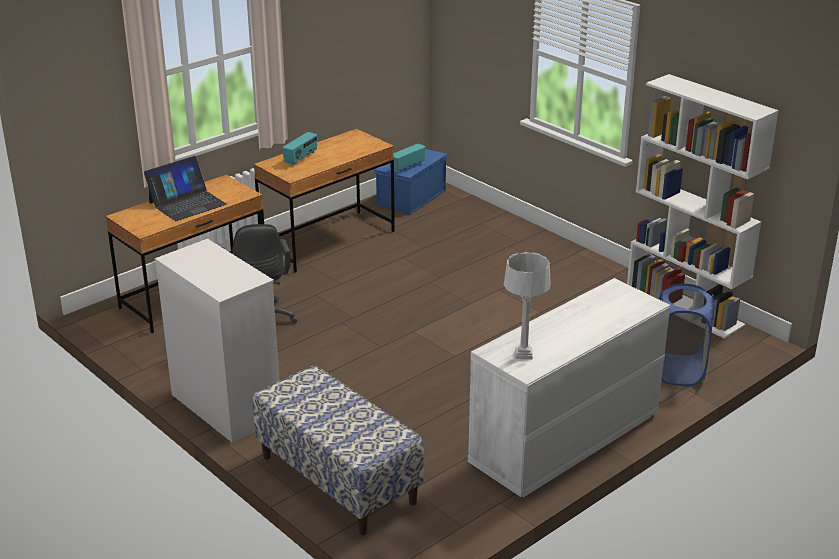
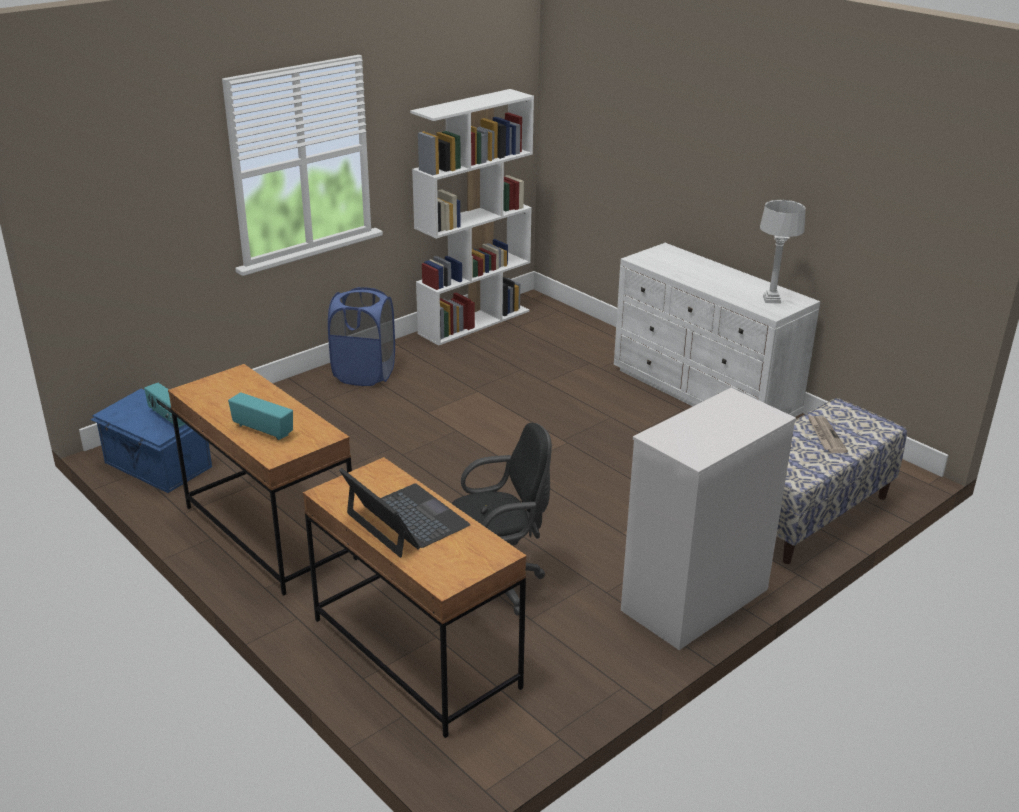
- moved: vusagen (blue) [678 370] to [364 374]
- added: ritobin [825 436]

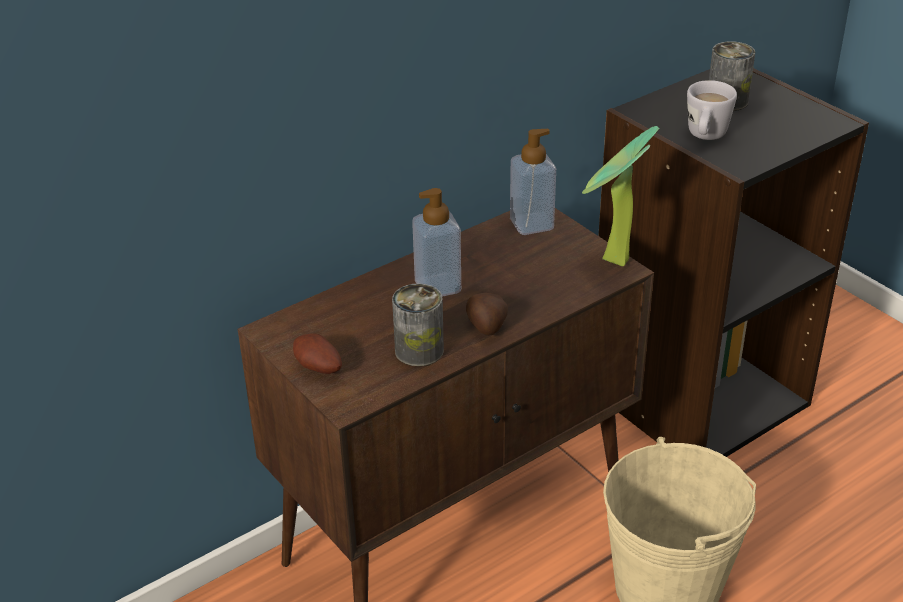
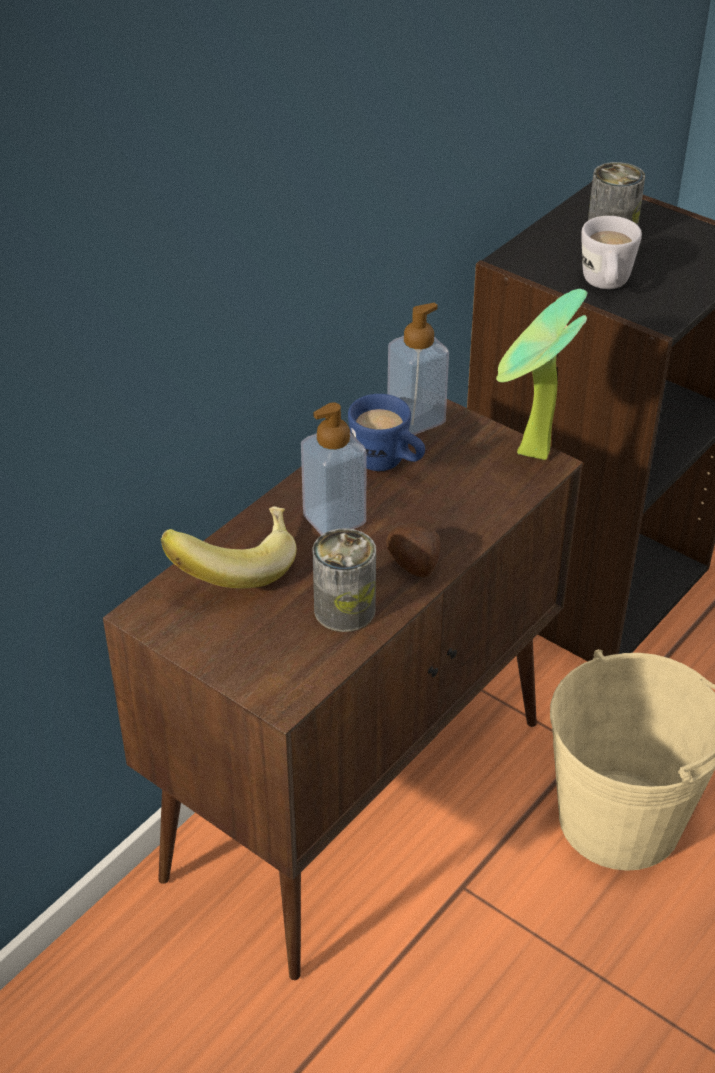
- removed: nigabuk [317 368]
- added: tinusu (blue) [388 464]
- added: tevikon [235 566]

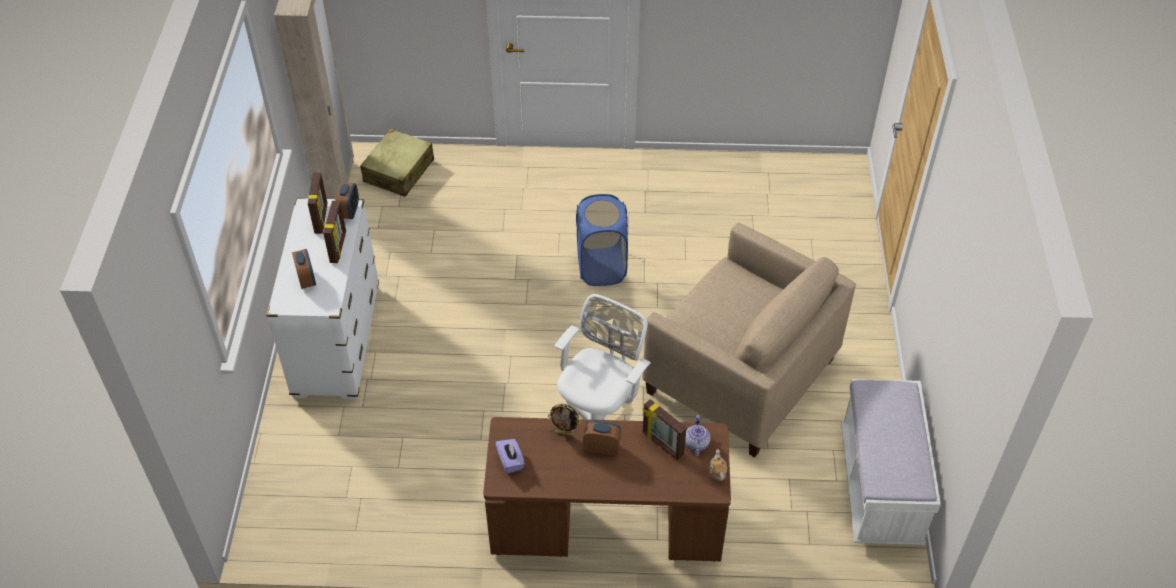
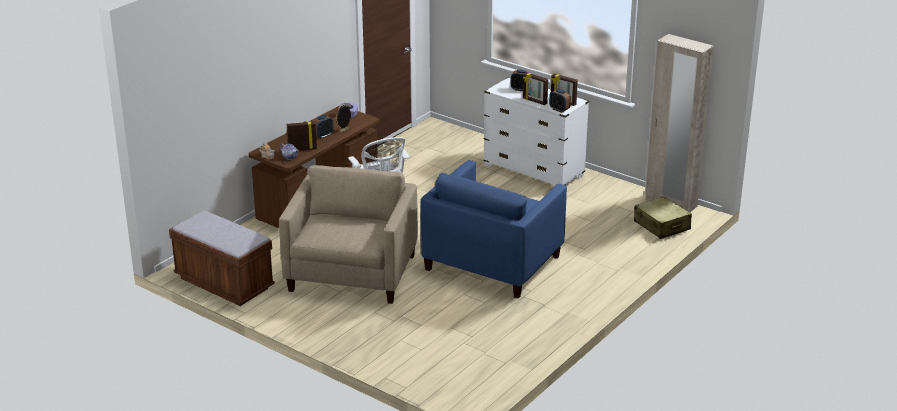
- replaced: vusagen (blue) [601 267] to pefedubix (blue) [493 263]
- turned: pefedubix (beige) [739 375] = [352 273] 120 degrees clockwise
- recoloured: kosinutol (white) [880 486] to kosinutol (brown) [224 283]

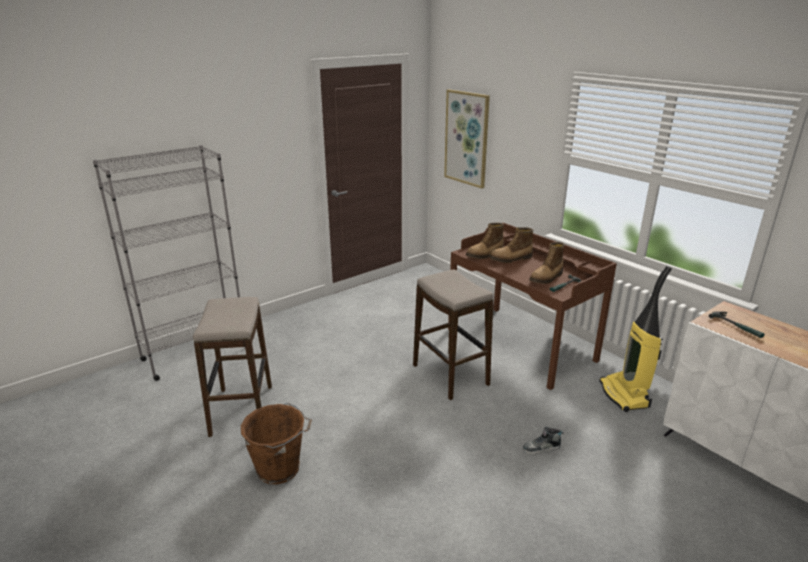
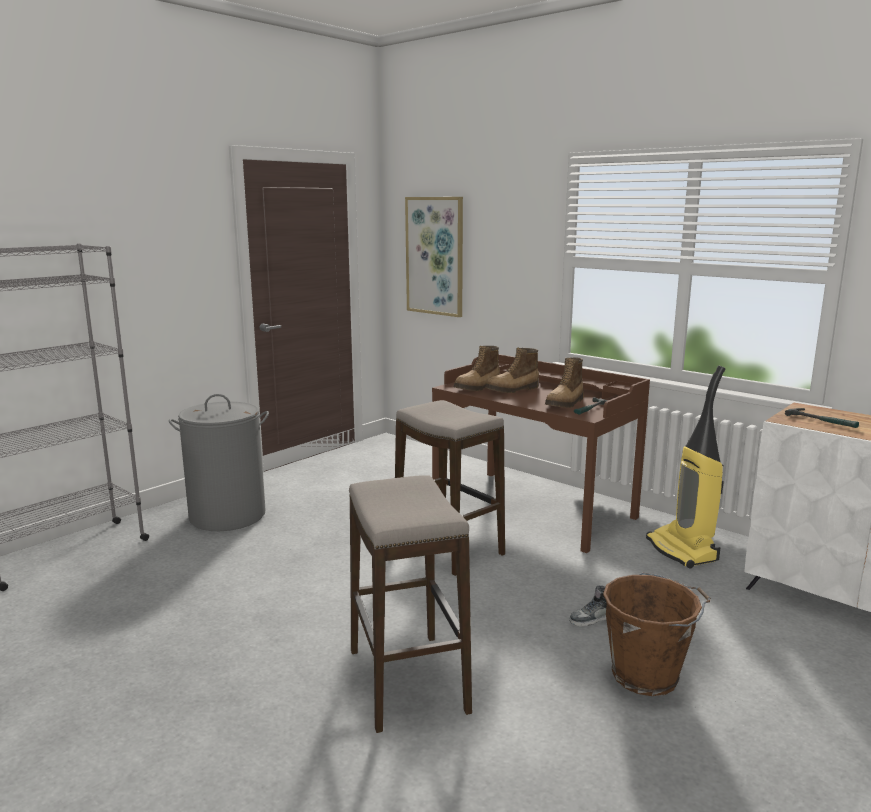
- moved: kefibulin [242 410] to [407 681]
- moved: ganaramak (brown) [280 469] to [647 675]
- added: vusagen (grey) [228 515]

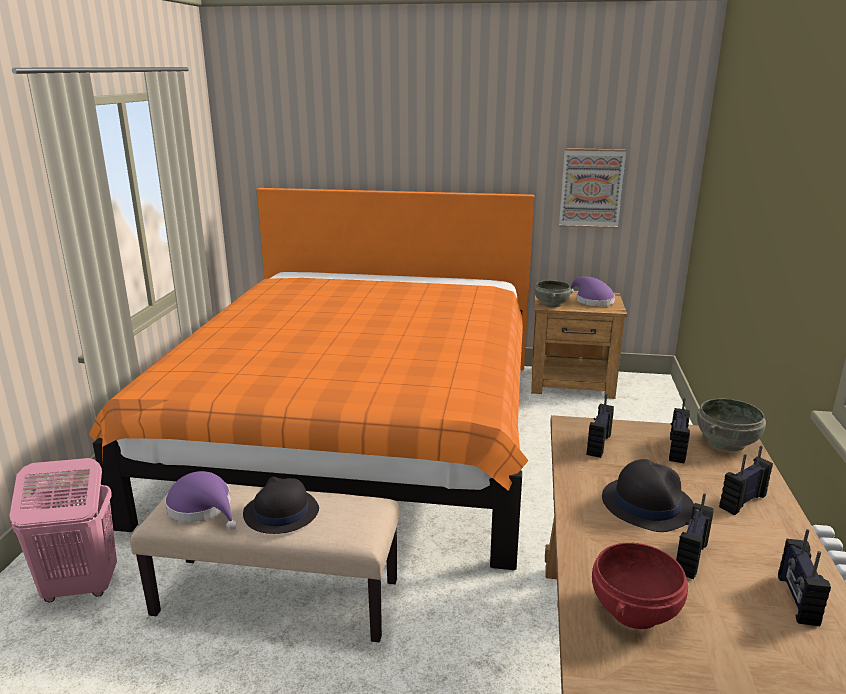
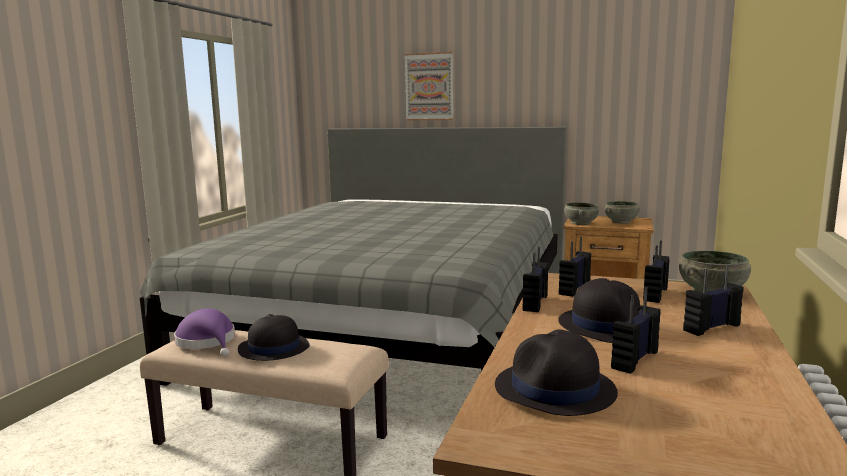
- moved: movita [591 188] to [429 87]
- recoloured: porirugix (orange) [359 432] to porirugix (grey) [391 329]
- replaced: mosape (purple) [592 301] to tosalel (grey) [621 222]
- removed: vusagen (pink) [80 588]
- moved: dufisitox [796 599] to [534 303]
- replaced: tosalel (red) [635 611] to mosape (black) [554 390]

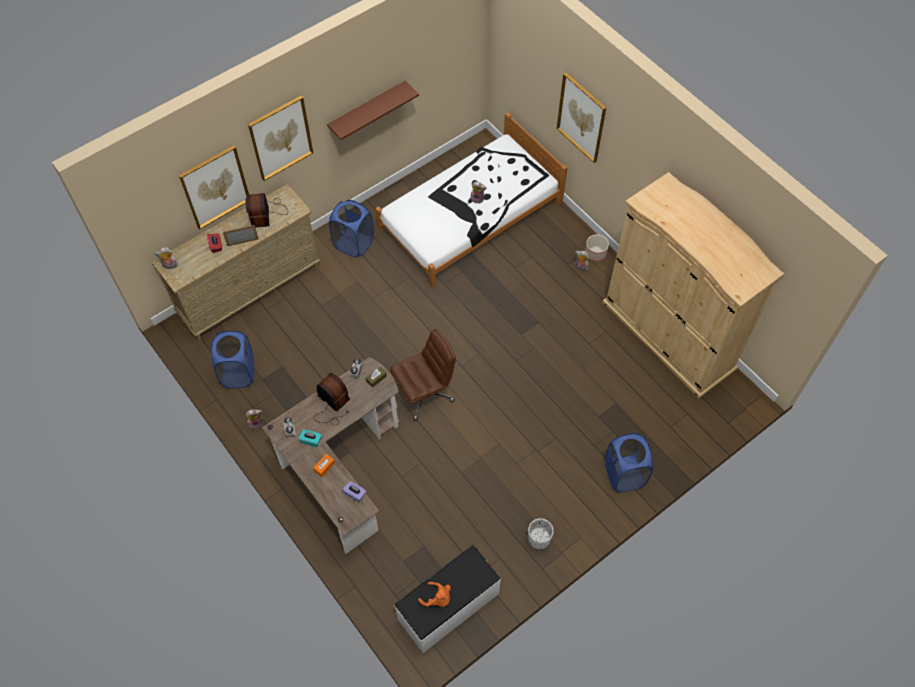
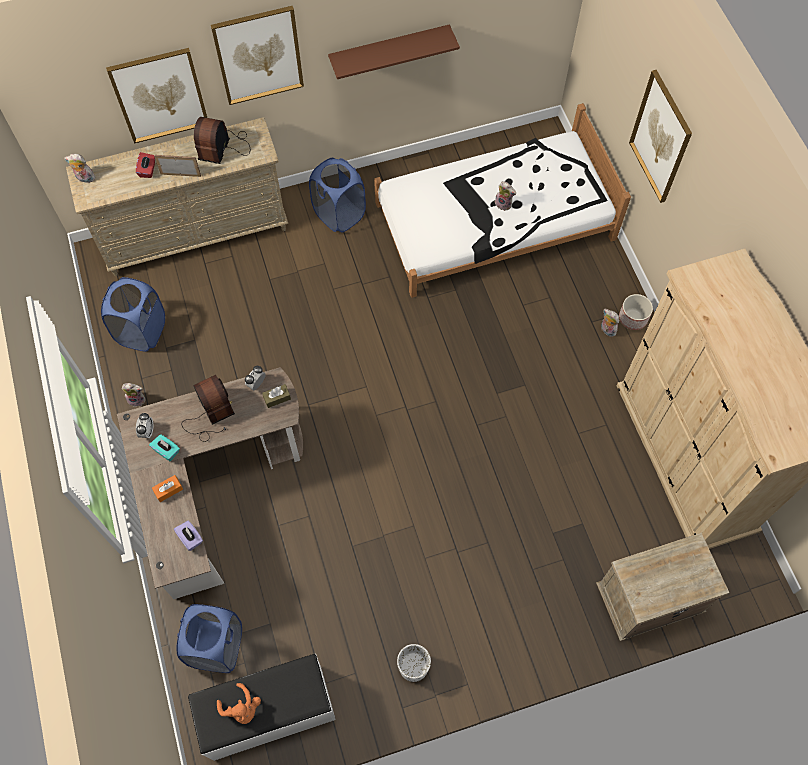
- removed: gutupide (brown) [424 393]
- moved: vusagen (blue) [624 474] to [217 647]
- added: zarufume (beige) [646 601]

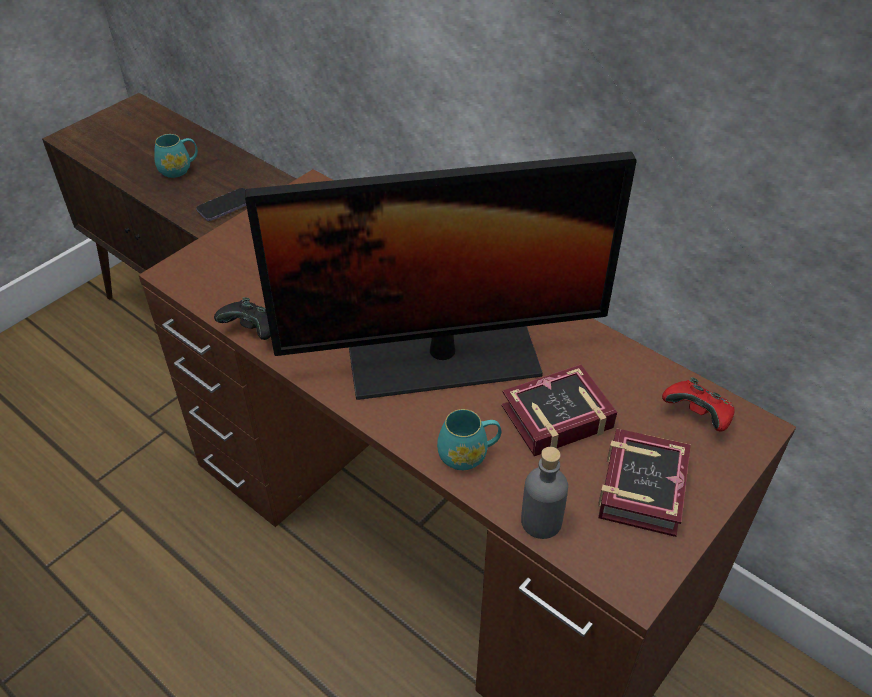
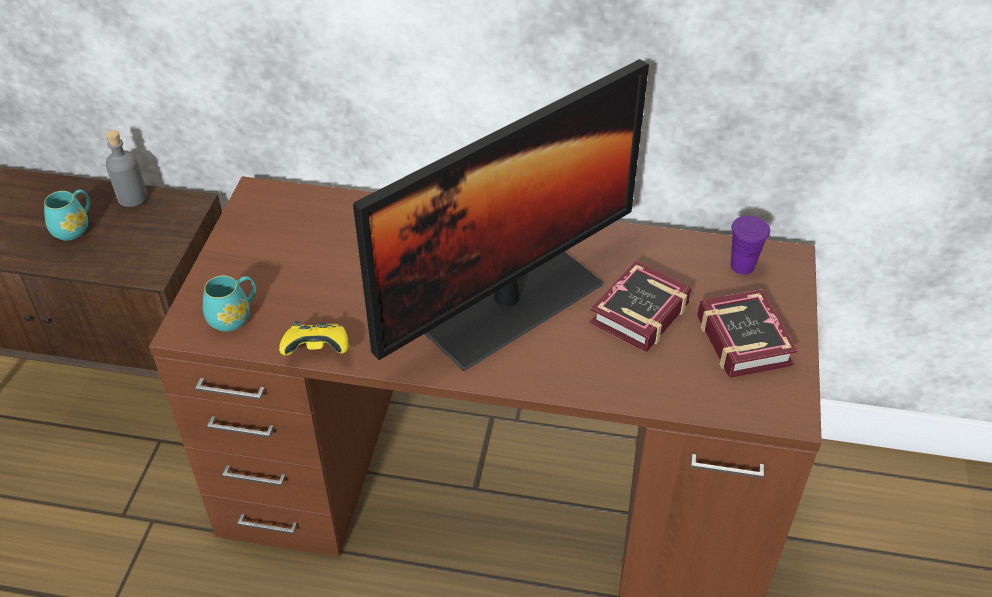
- removed: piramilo [226 206]
- recoloured: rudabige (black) [254 330] to rudabige (yellow) [317 350]
- replaced: rudabige (red) [698 415] to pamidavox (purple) [742 266]
- moved: tinusu (turquoise) [468 454] to [234 316]
- moved: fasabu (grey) [541 521] to [132 197]

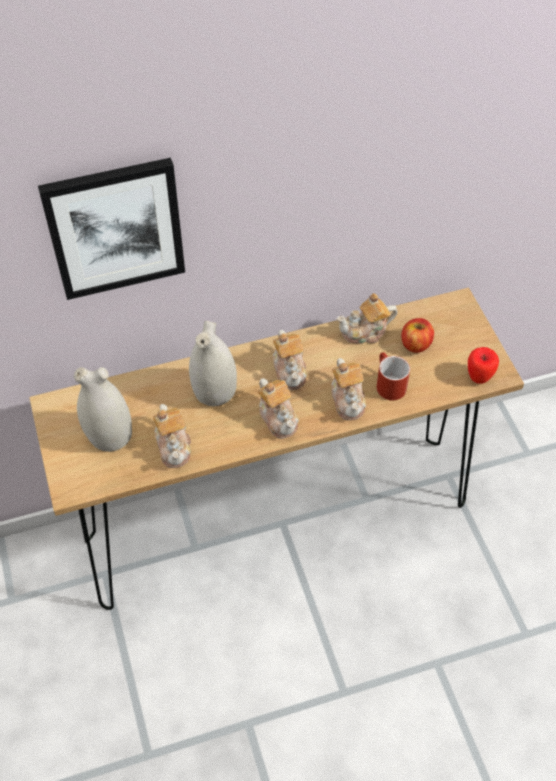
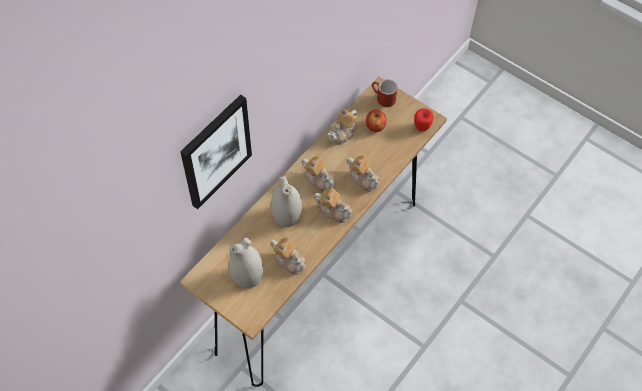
- moved: tinusu (red) [387 384] to [382 98]

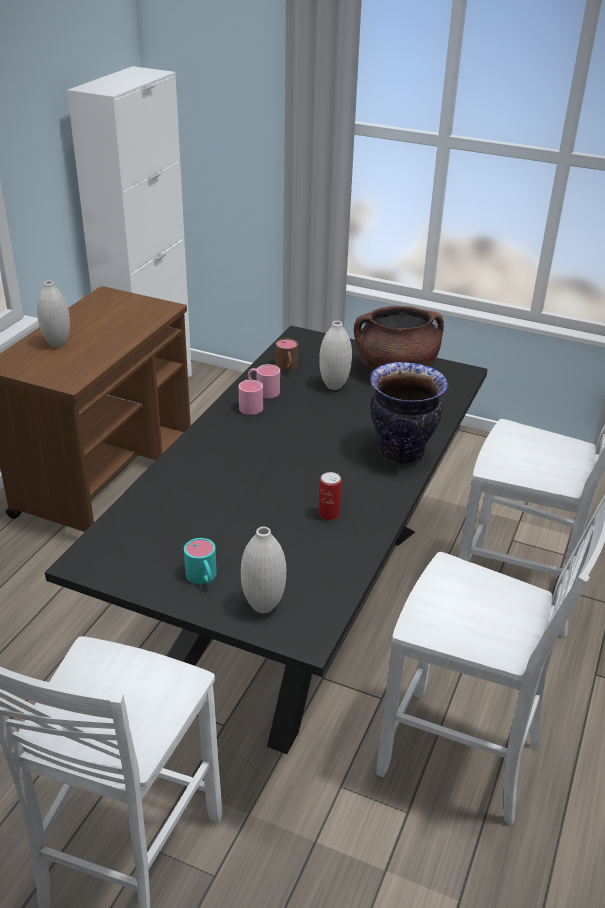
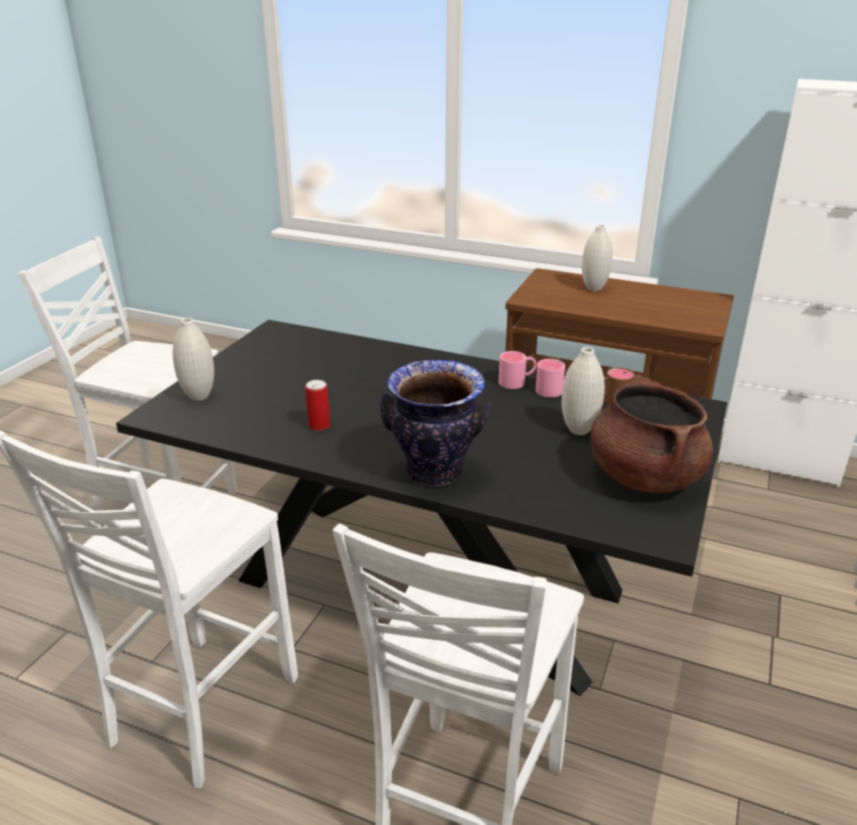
- removed: tinusu (turquoise) [203 578]

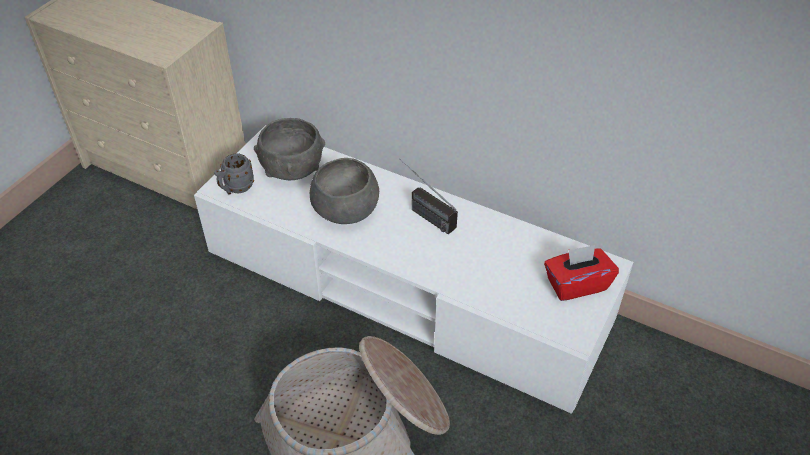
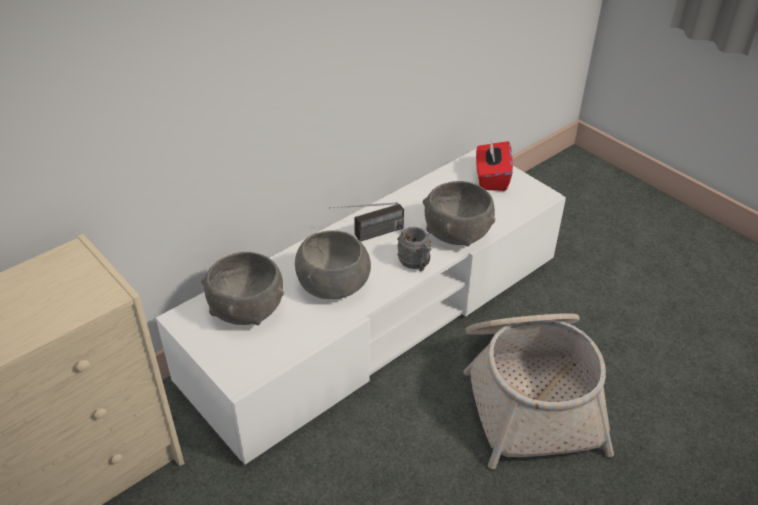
- moved: tinusu (grey) [236 188] to [416 264]
- added: tosalel (grey) [457 233]

